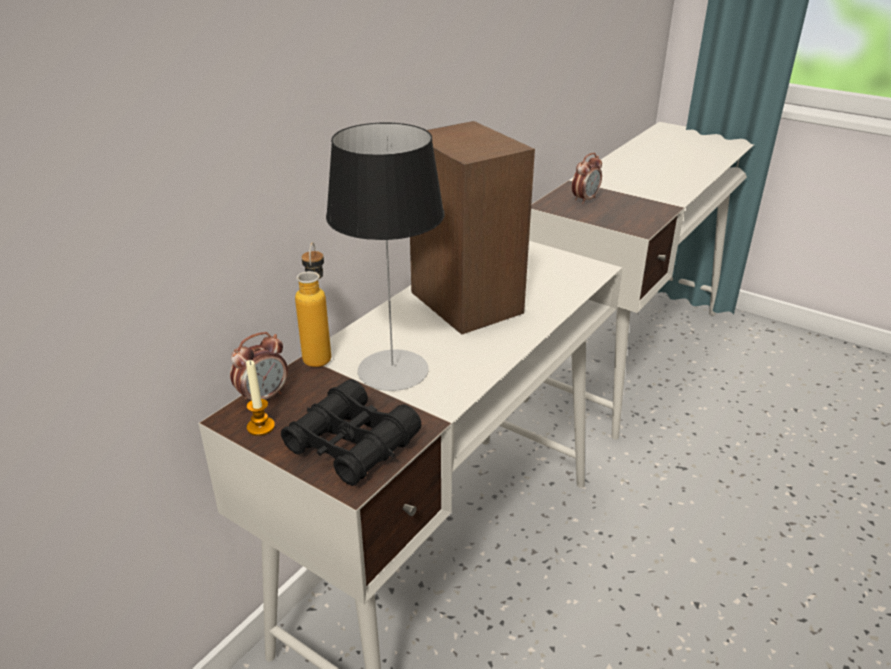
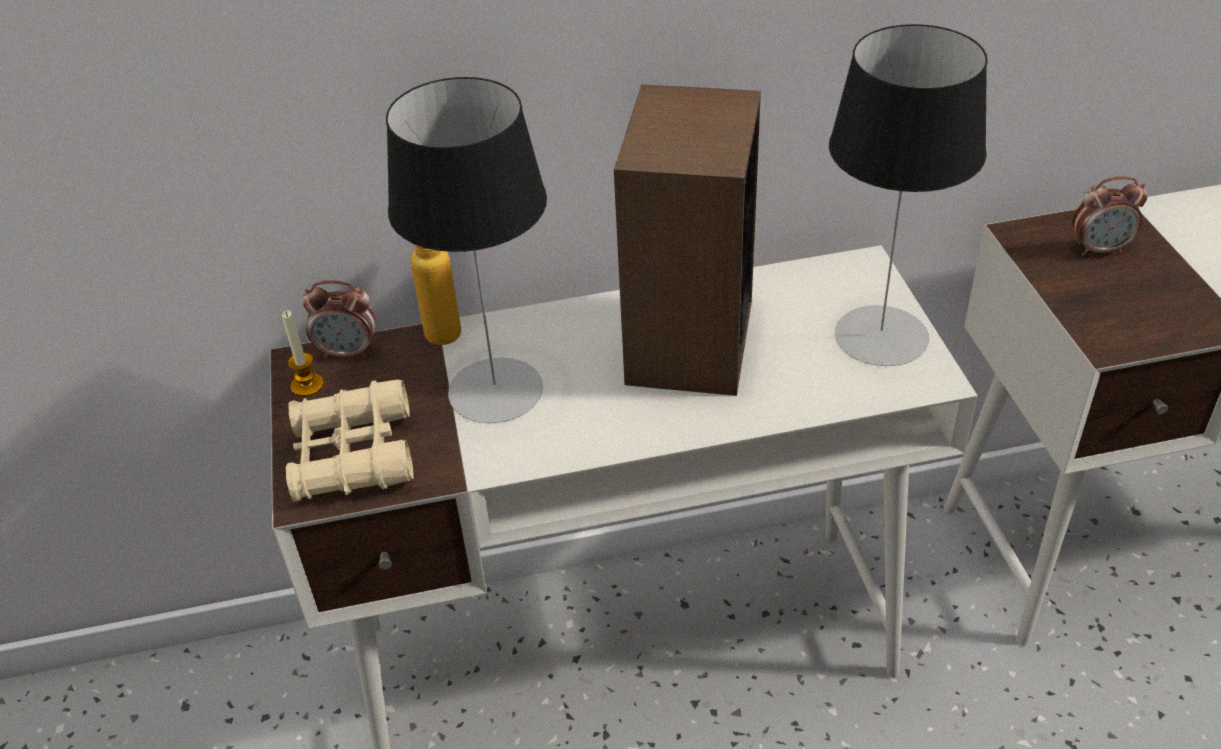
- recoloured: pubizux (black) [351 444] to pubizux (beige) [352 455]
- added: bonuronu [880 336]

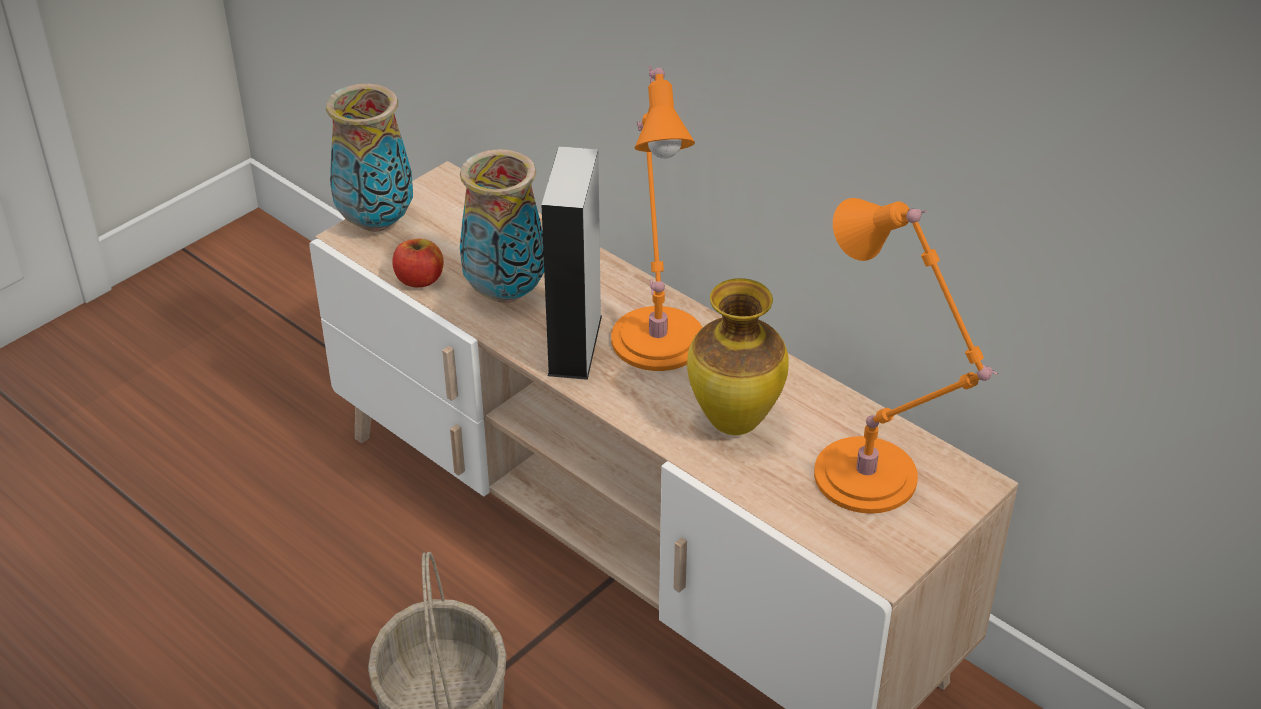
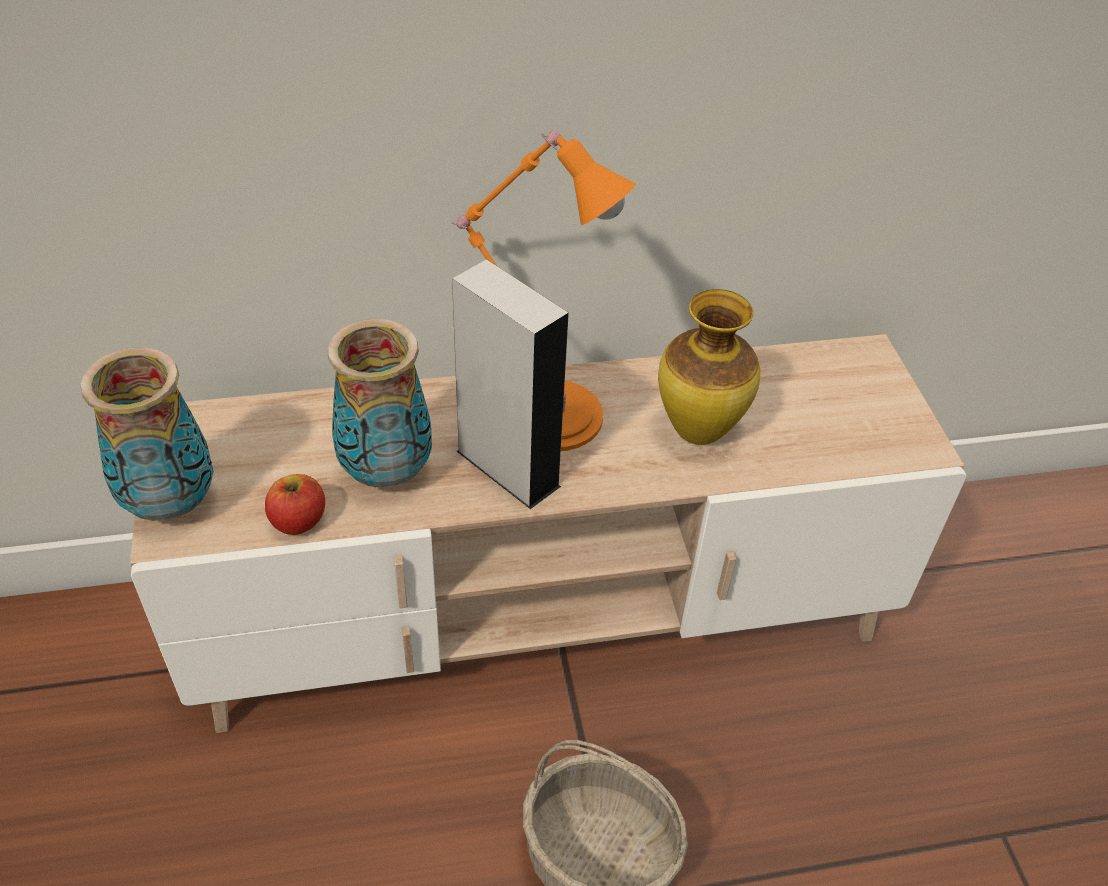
- removed: bonuronu (orange) [872 481]

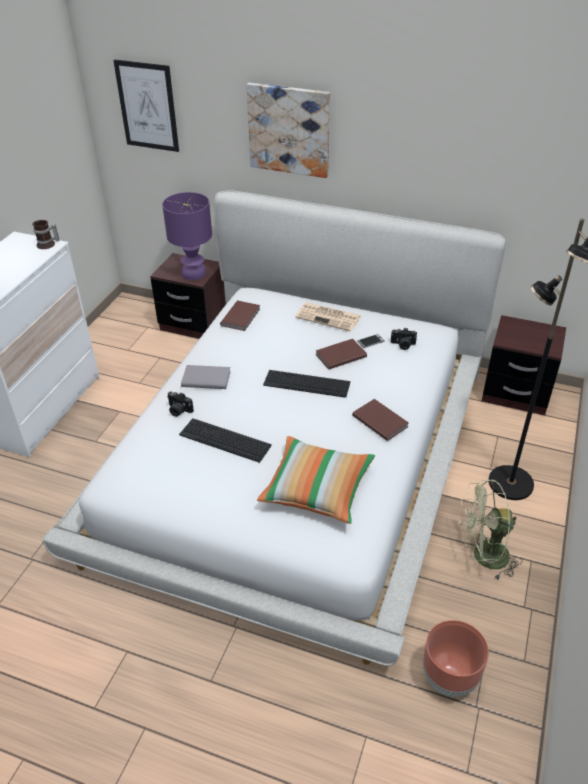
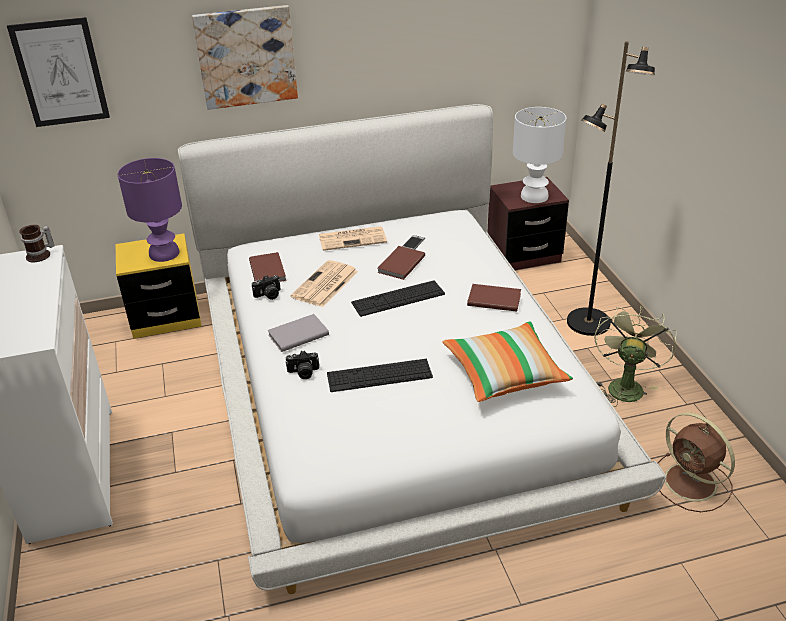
- recoloured: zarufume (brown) [193 324] to zarufume (yellow) [166 318]
- moved: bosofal [403 345] to [268 295]
- turned: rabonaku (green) [483 557] = [625 385] 150 degrees clockwise
- replaced: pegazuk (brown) [449 679] to rabonaku (brown) [692 483]
- added: bonuronu (white) [534 197]
- added: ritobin [325 285]

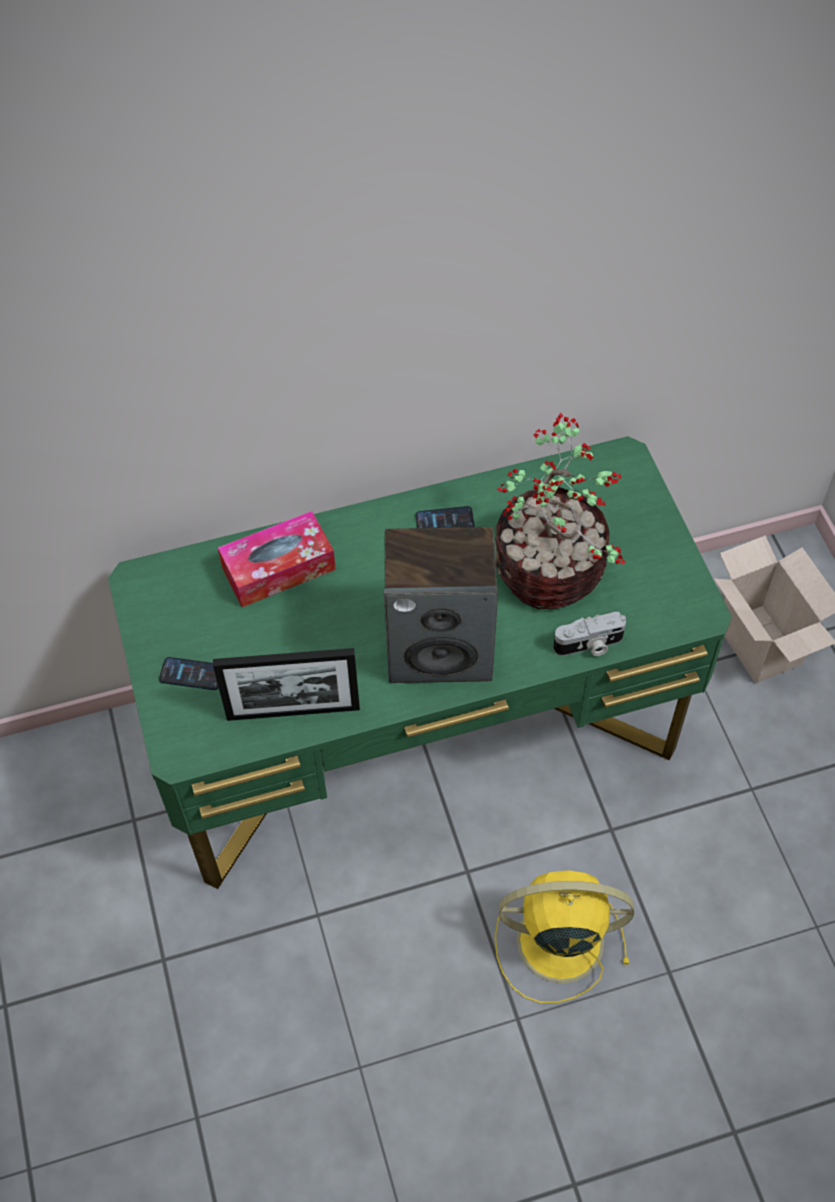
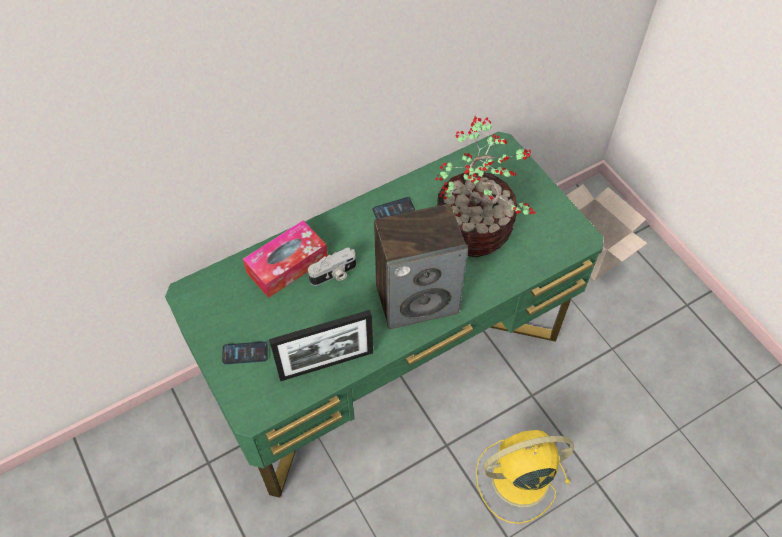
- moved: bosofal [589 645] to [334 274]

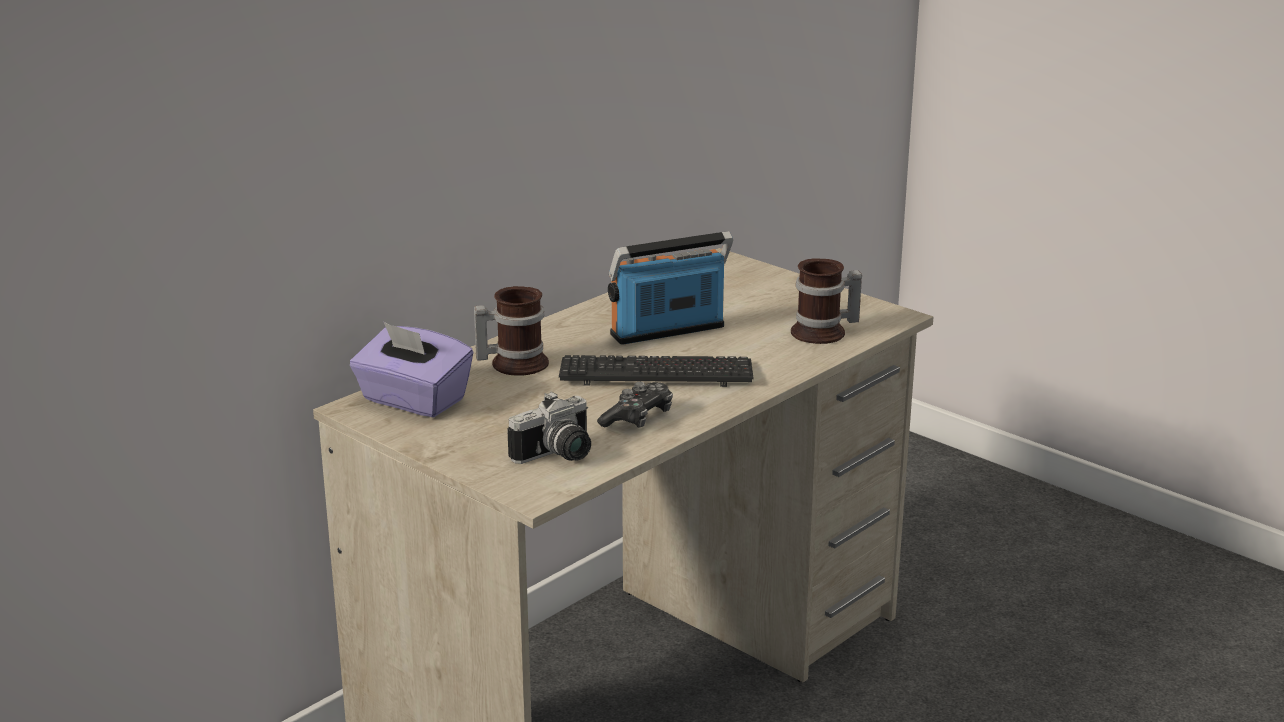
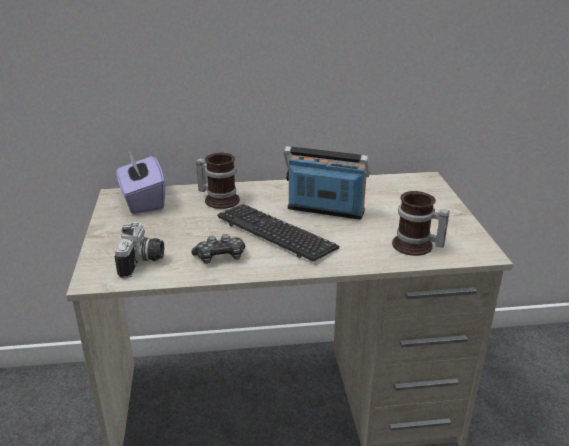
- turned: bosofal [558 456] = [143 262] 90 degrees counterclockwise

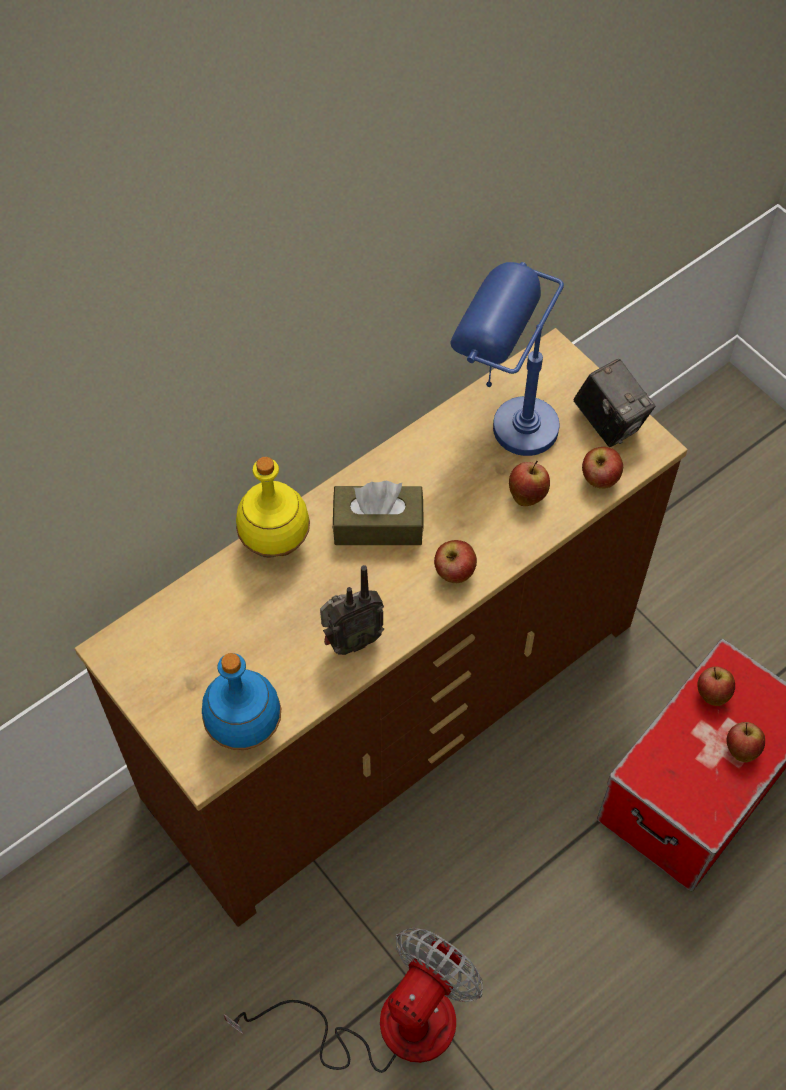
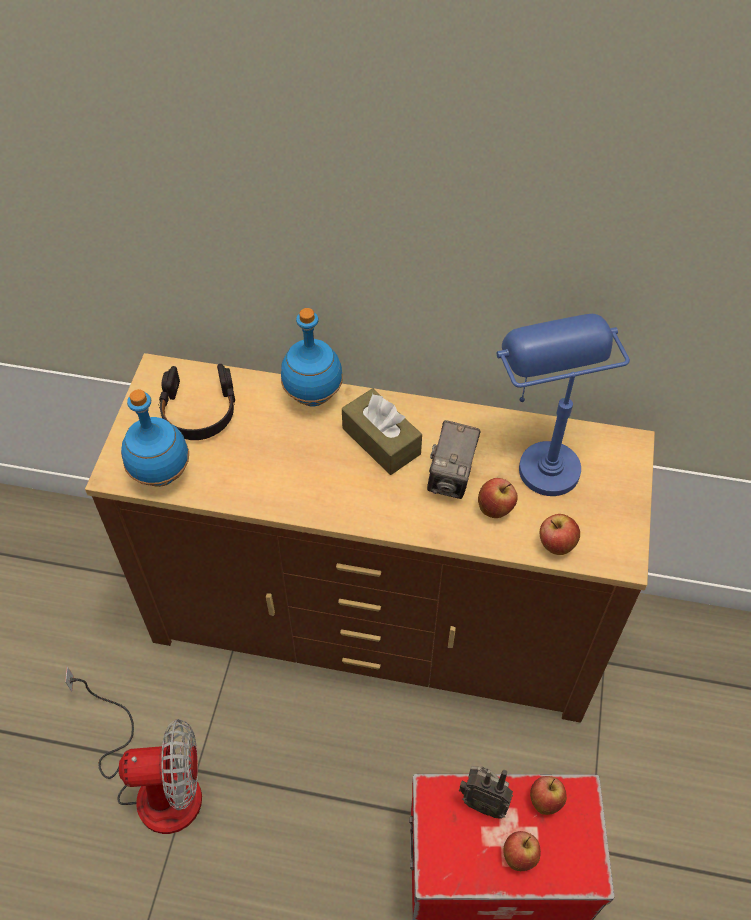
- moved: bosofal [609 422] to [451 477]
- recoloured: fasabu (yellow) [276 543] to fasabu (blue) [313 397]
- removed: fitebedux [454 573]
- moved: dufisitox [351 641] to [483 802]
- added: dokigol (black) [199 410]

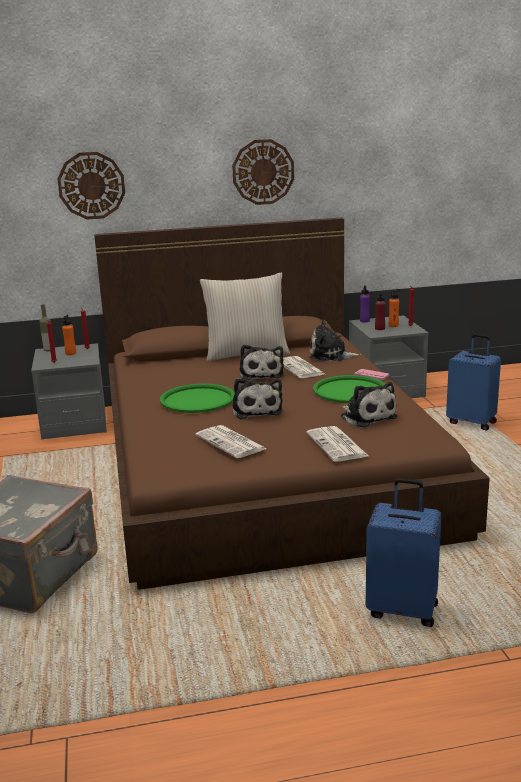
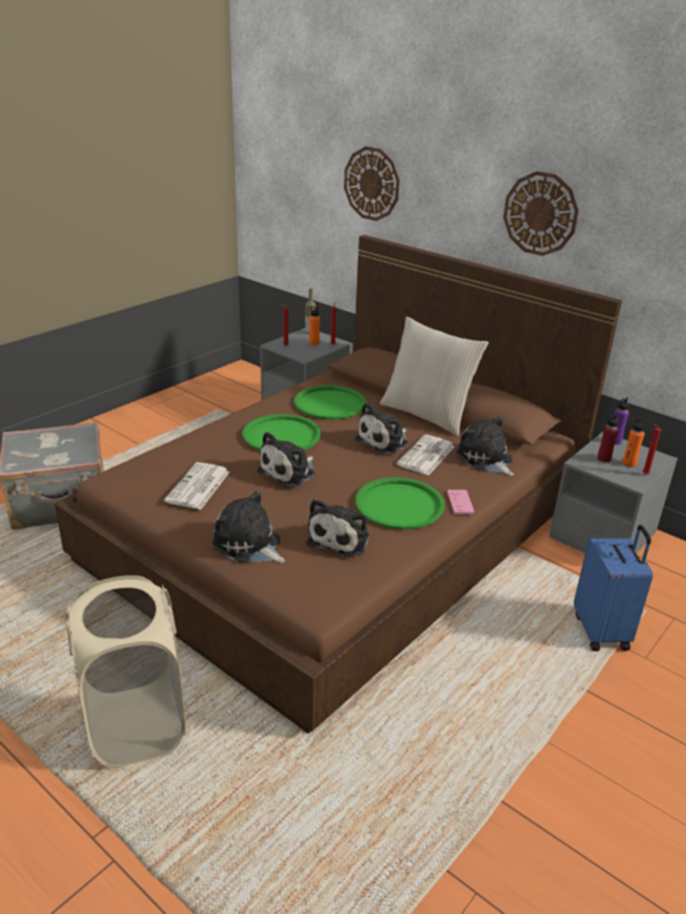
- replaced: ritobin [337 445] to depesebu [249 545]
- replaced: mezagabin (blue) [403 609] to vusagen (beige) [136 725]
- added: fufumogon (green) [330 403]

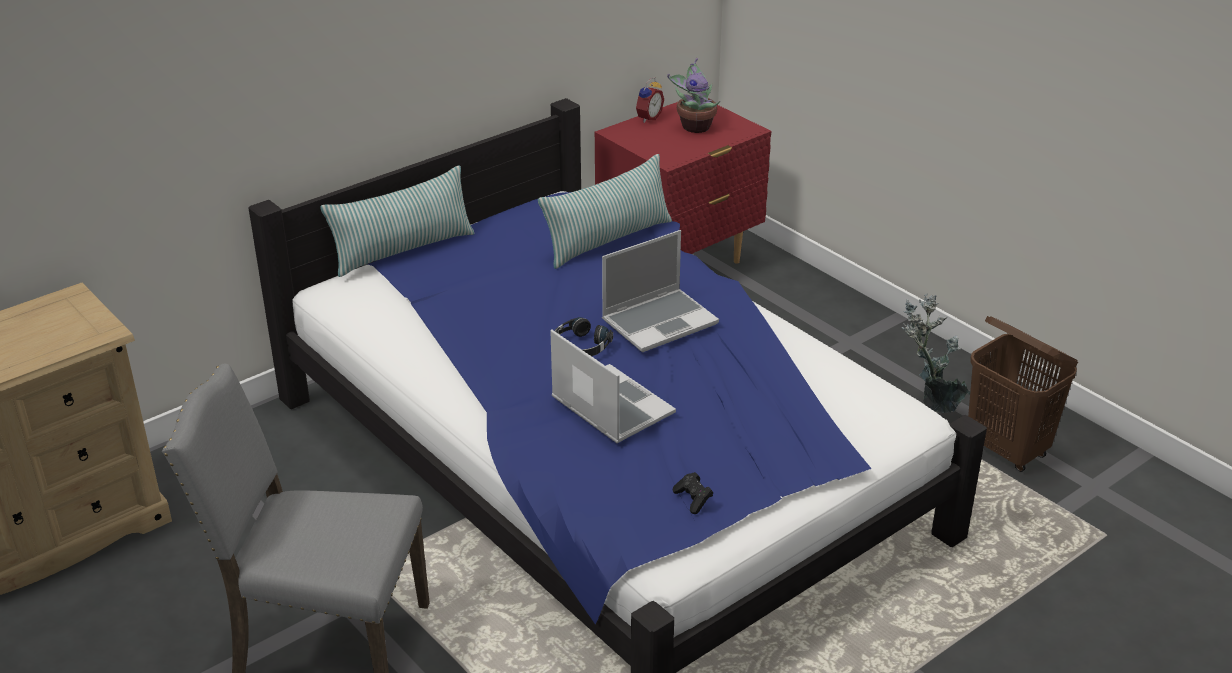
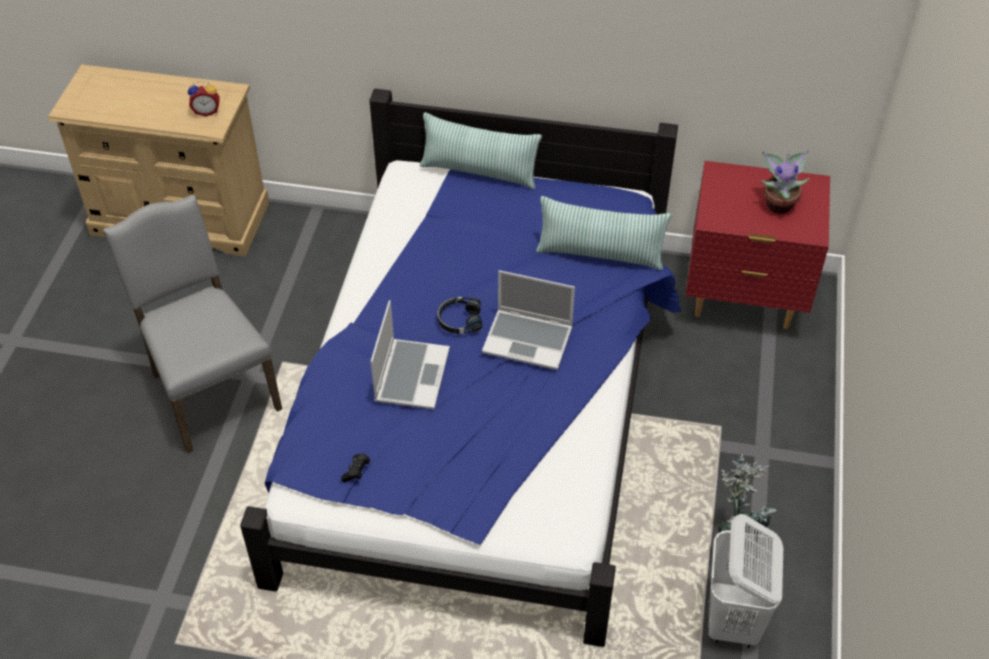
- moved: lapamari [647 118] to [207 111]
- recoloured: vusagen (brown) [1007 450] to vusagen (white) [733 620]

